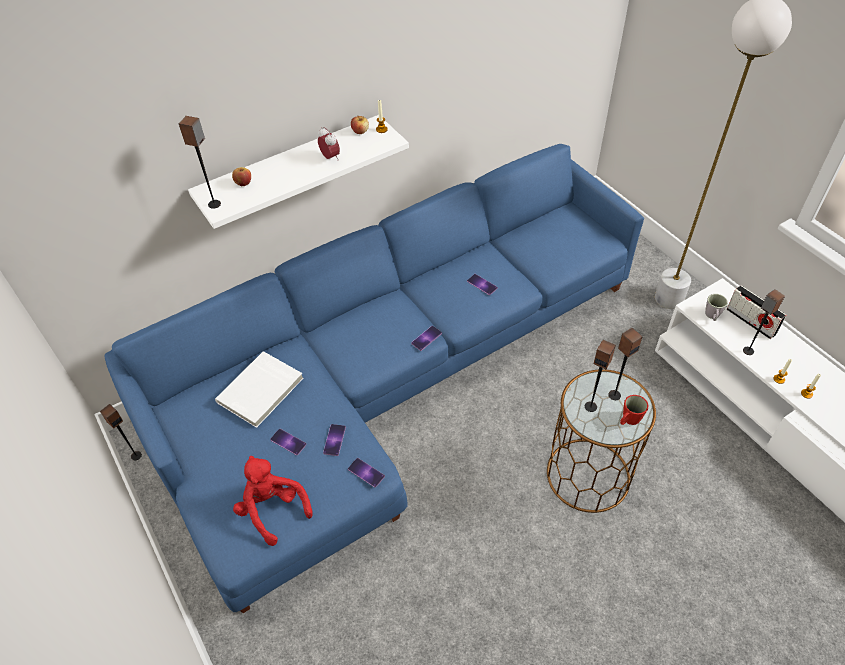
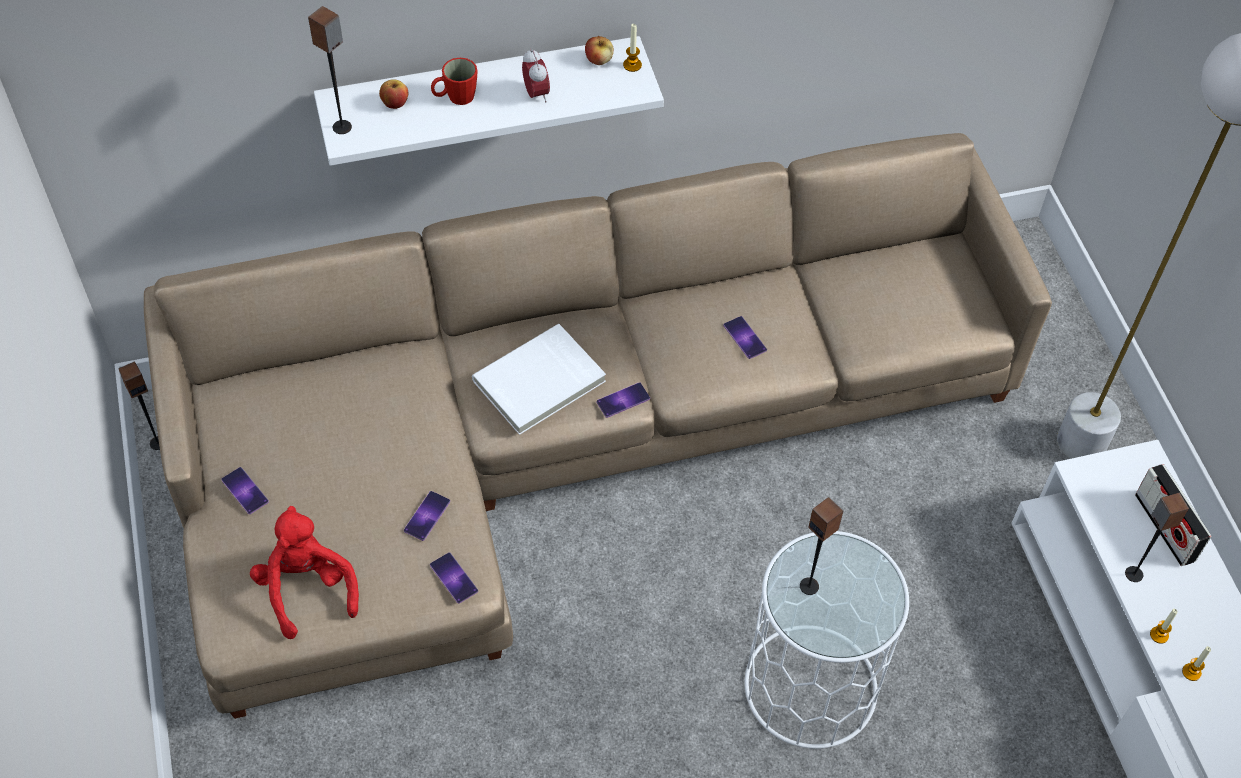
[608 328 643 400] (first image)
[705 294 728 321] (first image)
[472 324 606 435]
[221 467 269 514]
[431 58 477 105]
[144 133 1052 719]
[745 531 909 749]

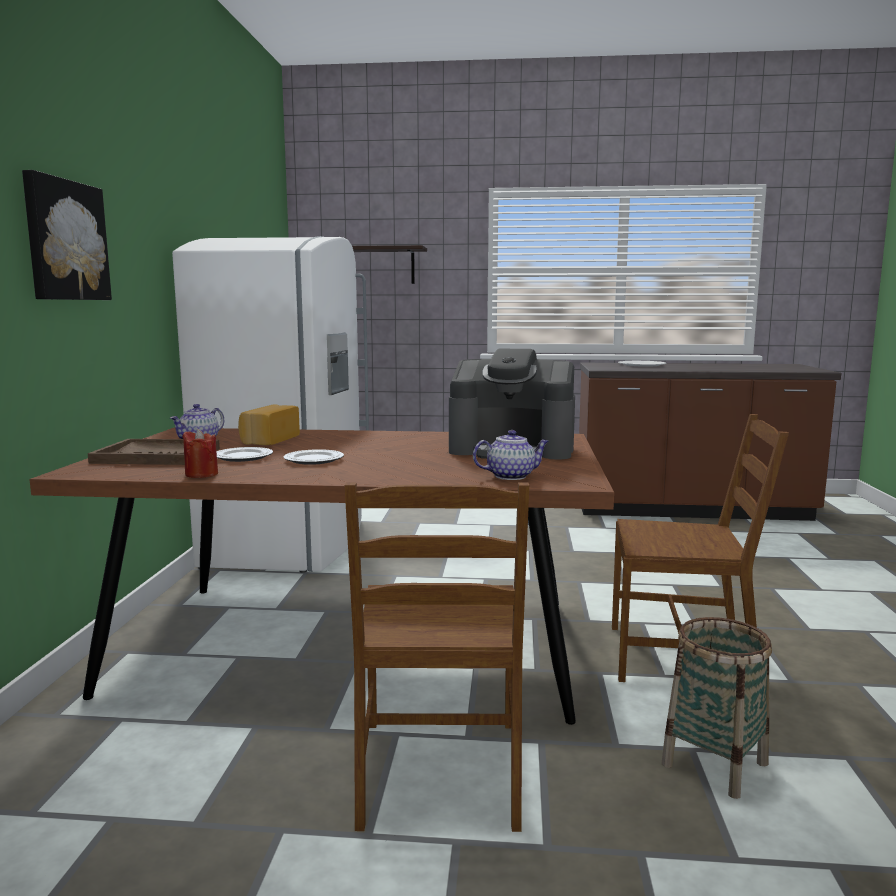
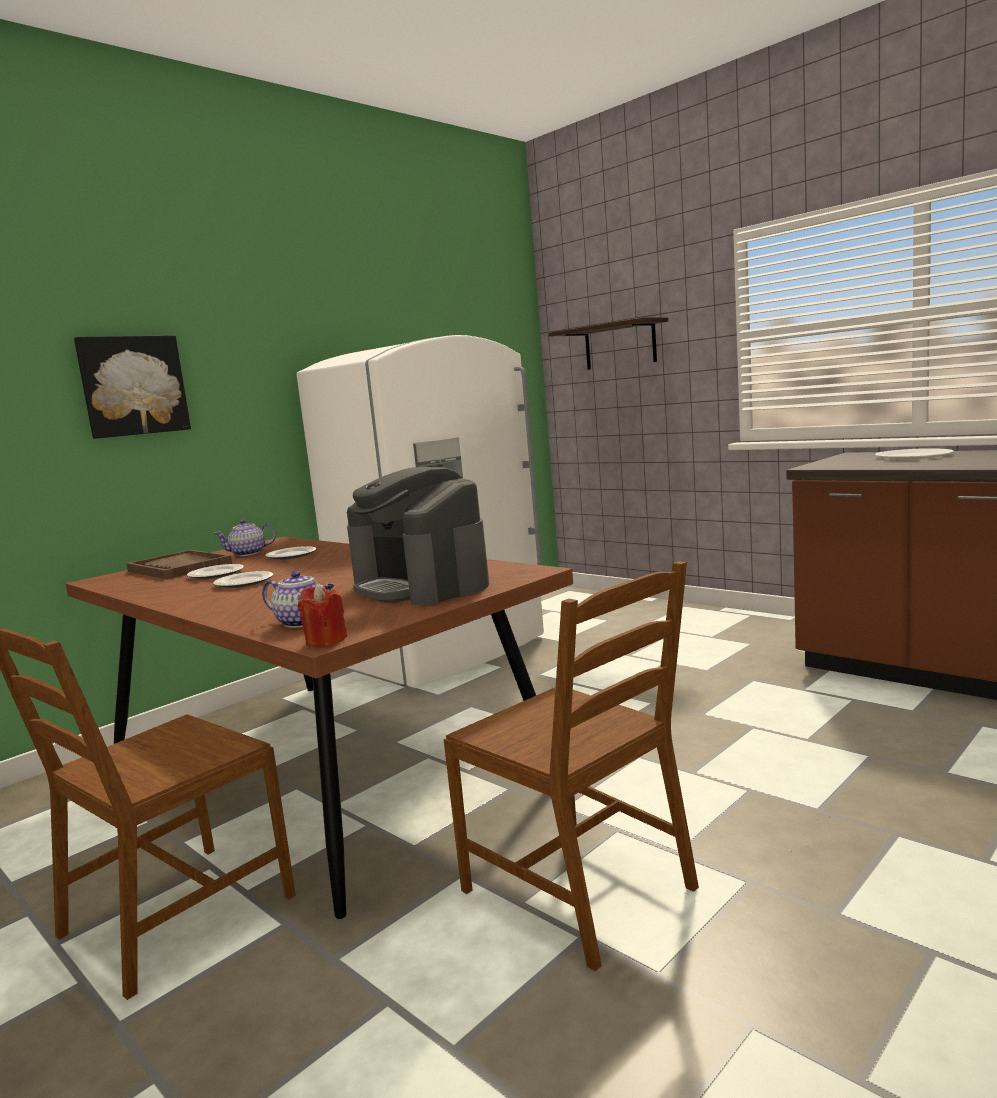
[662 617 772 799] (first image)
[298 585 347 647]
[265 546 316 560]

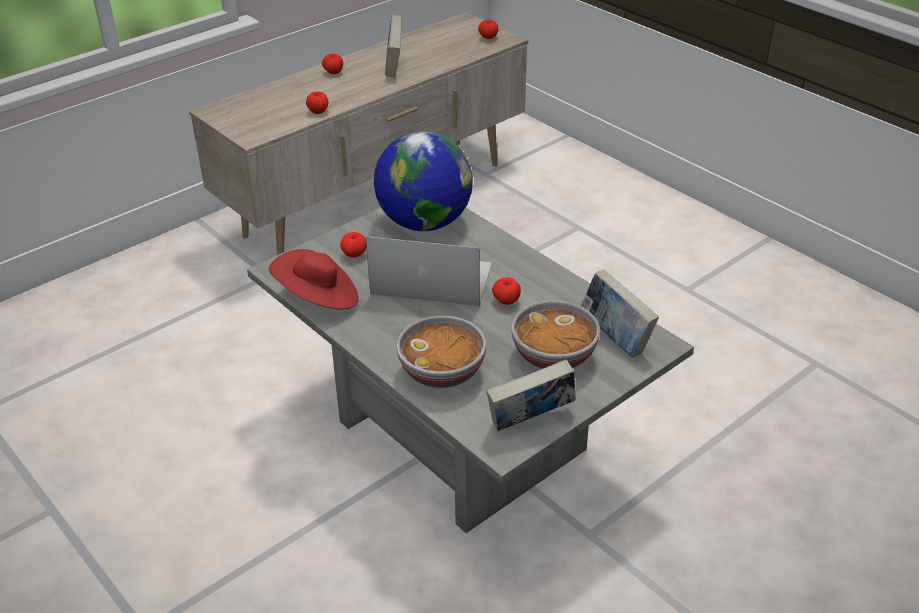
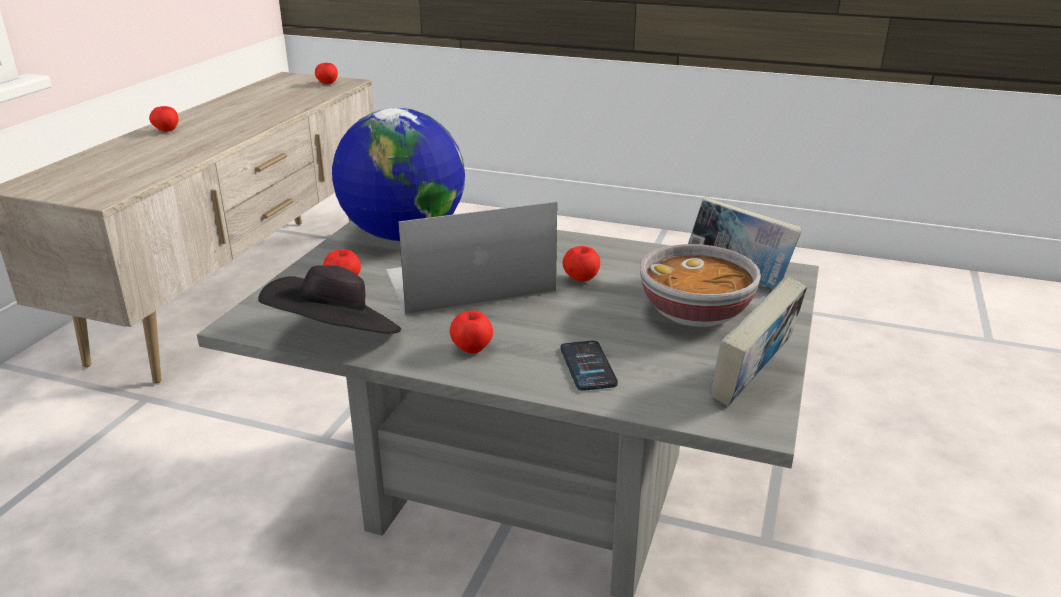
[385 15 402 77] (first image)
[449 310 493 353]
[560 341 618 391]
[258 265 401 334]

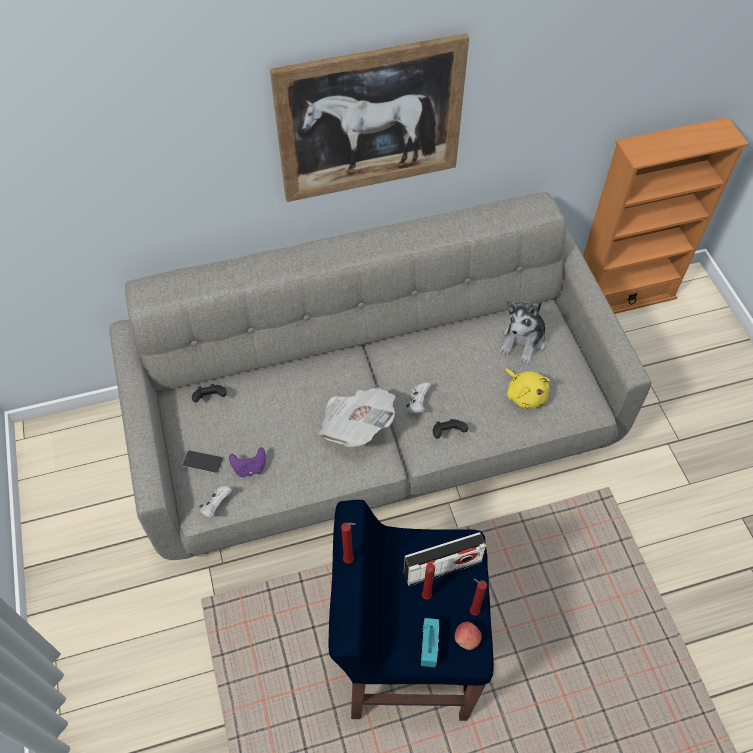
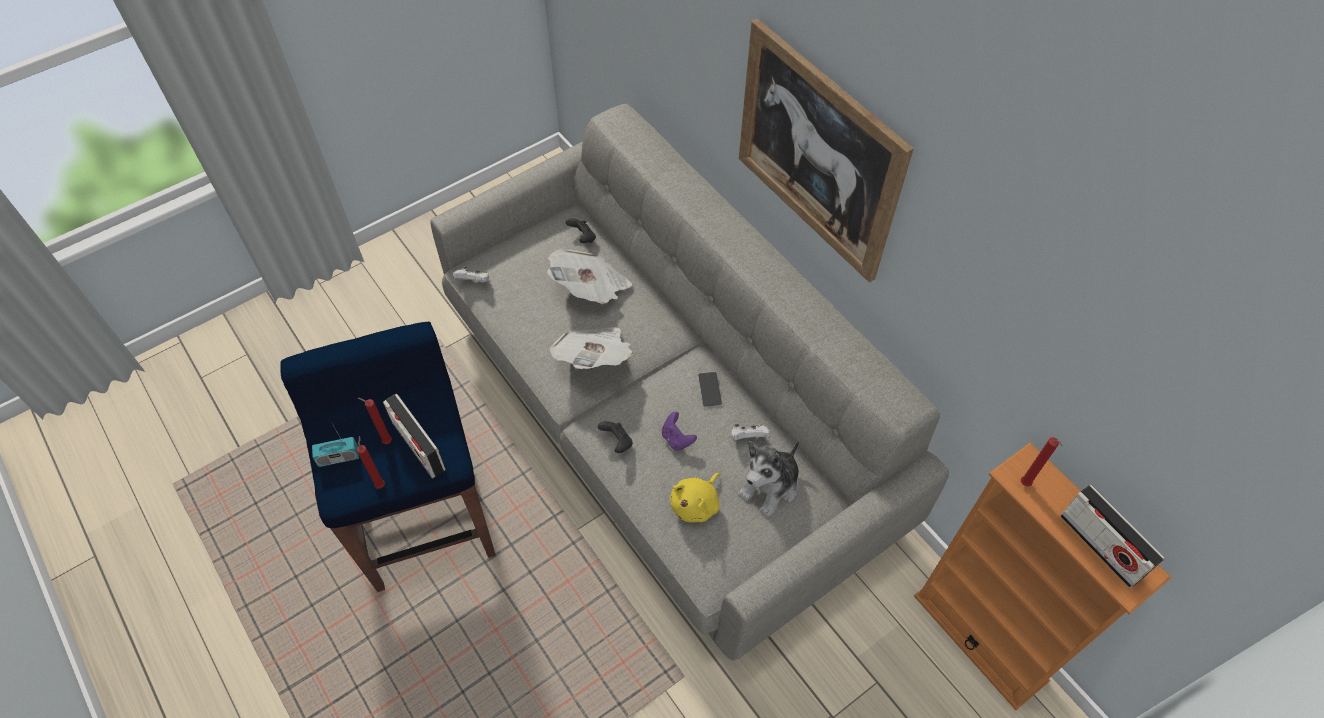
[455 622 482 650] (first image)
[547 248 632 304]
[1060 485 1165 588]
[698 372 722 407]
[662 412 697 451]
[1021 437 1063 487]
[731 424 770 441]
[738 440 800 517]

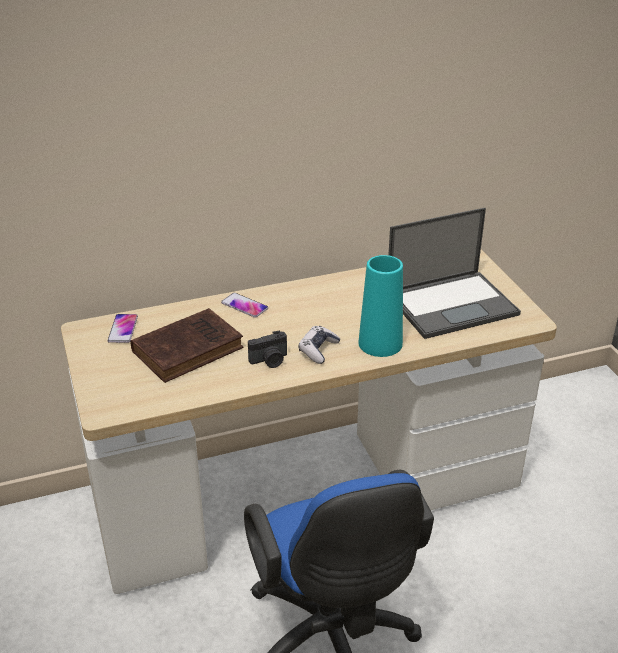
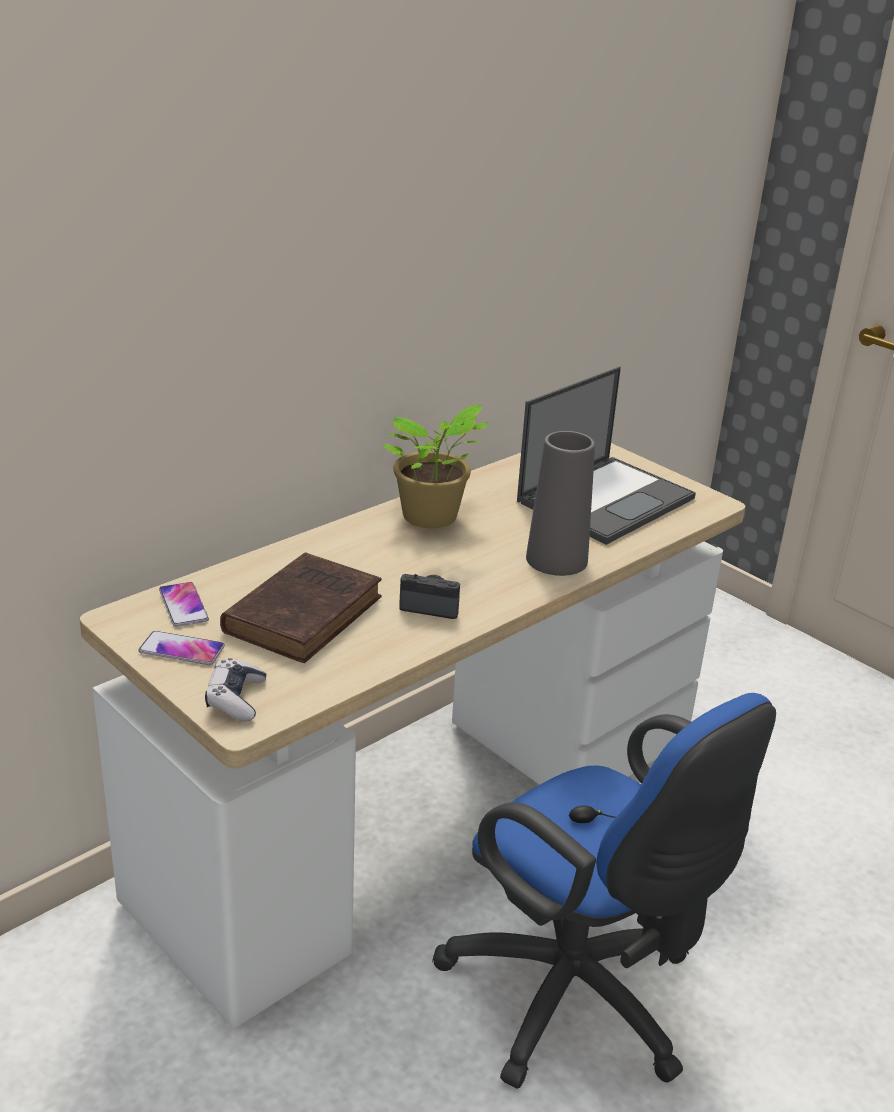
[382 404 489 528]
[139 631 225 665]
[205 658 267 721]
[526 431 595 576]
[399 574 460 619]

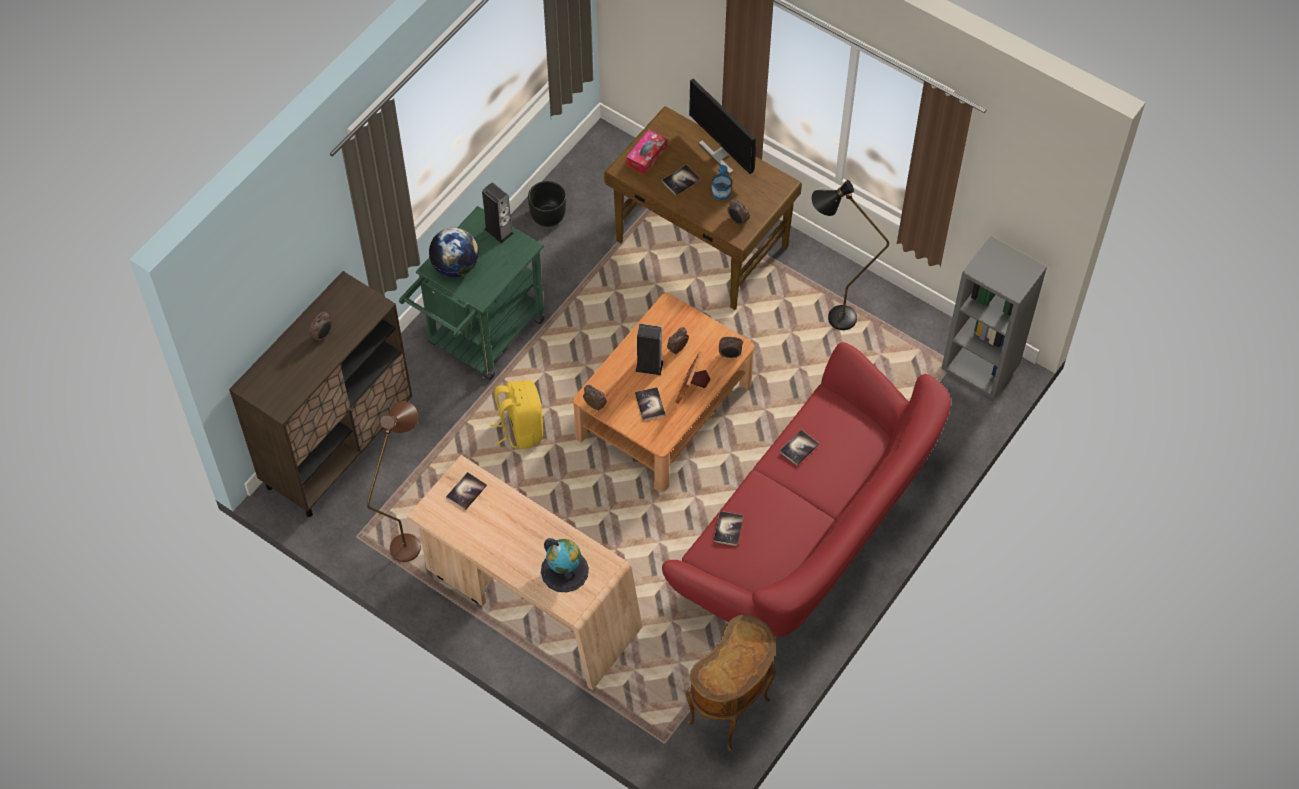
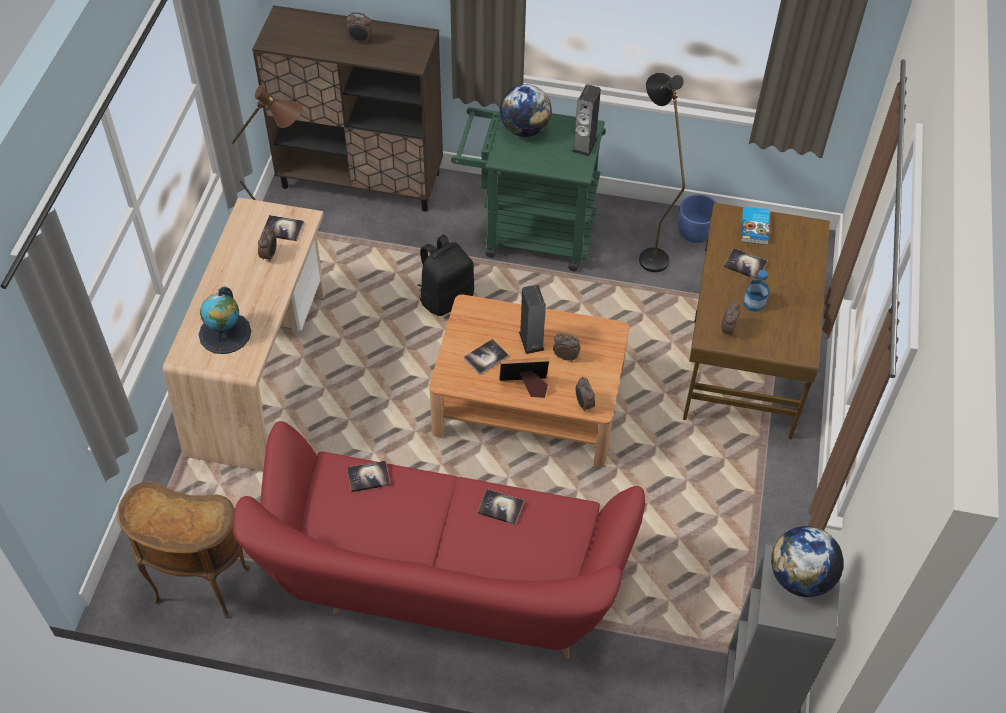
[689 78 756 174] (first image)
[771 526 844 597]
[258 226 277 262]
[639 73 685 272]
[741 206 770 245]
[418 234 474 316]
[678 194 717 243]

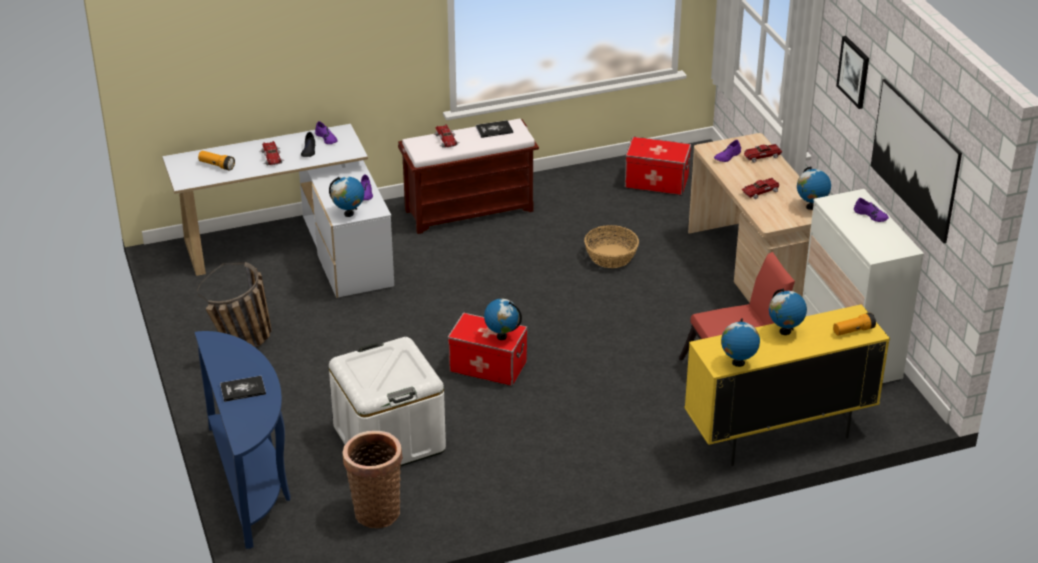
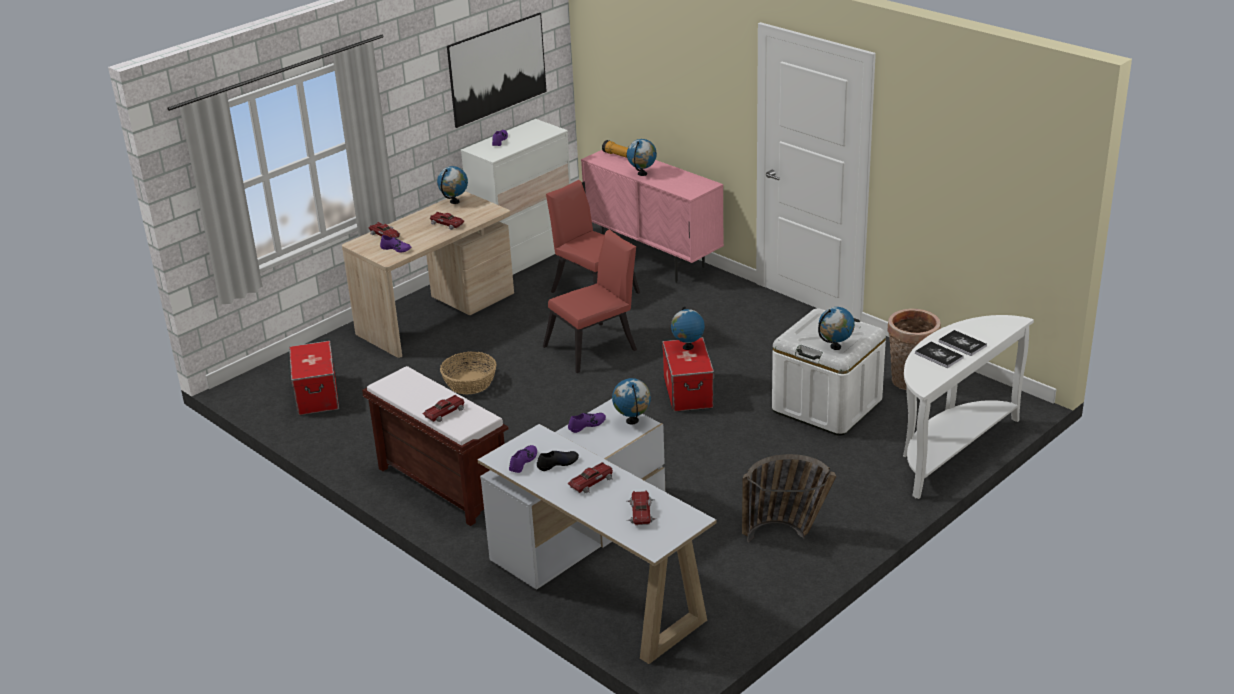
[836 36 869 109] (first image)
[543 229 637 373]
[915 342 964 368]
[818 307 855 350]
[627 490 656 525]
[903 315 1034 499]
[581 150 724 283]

